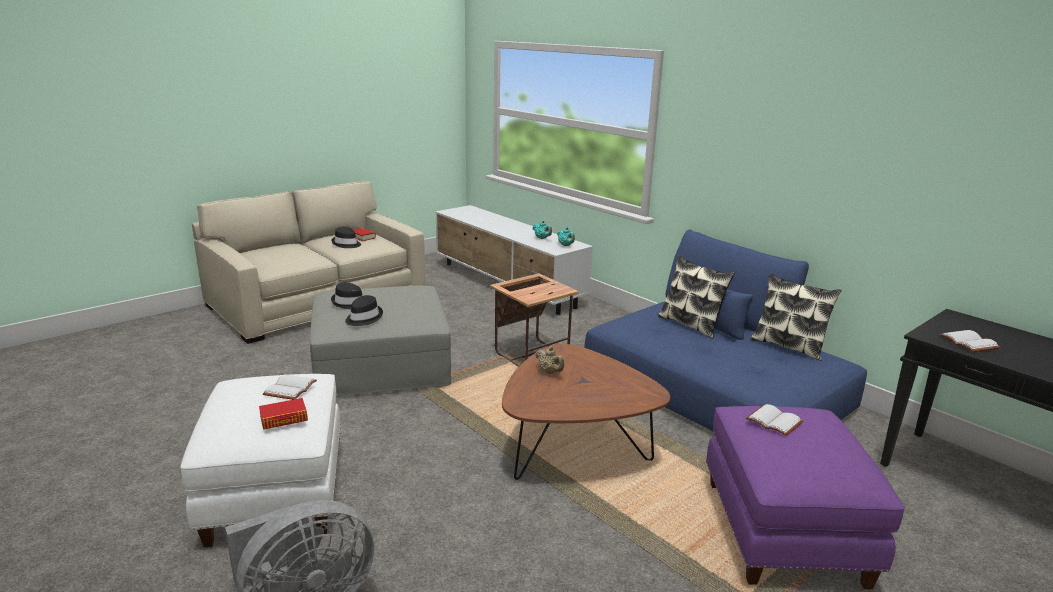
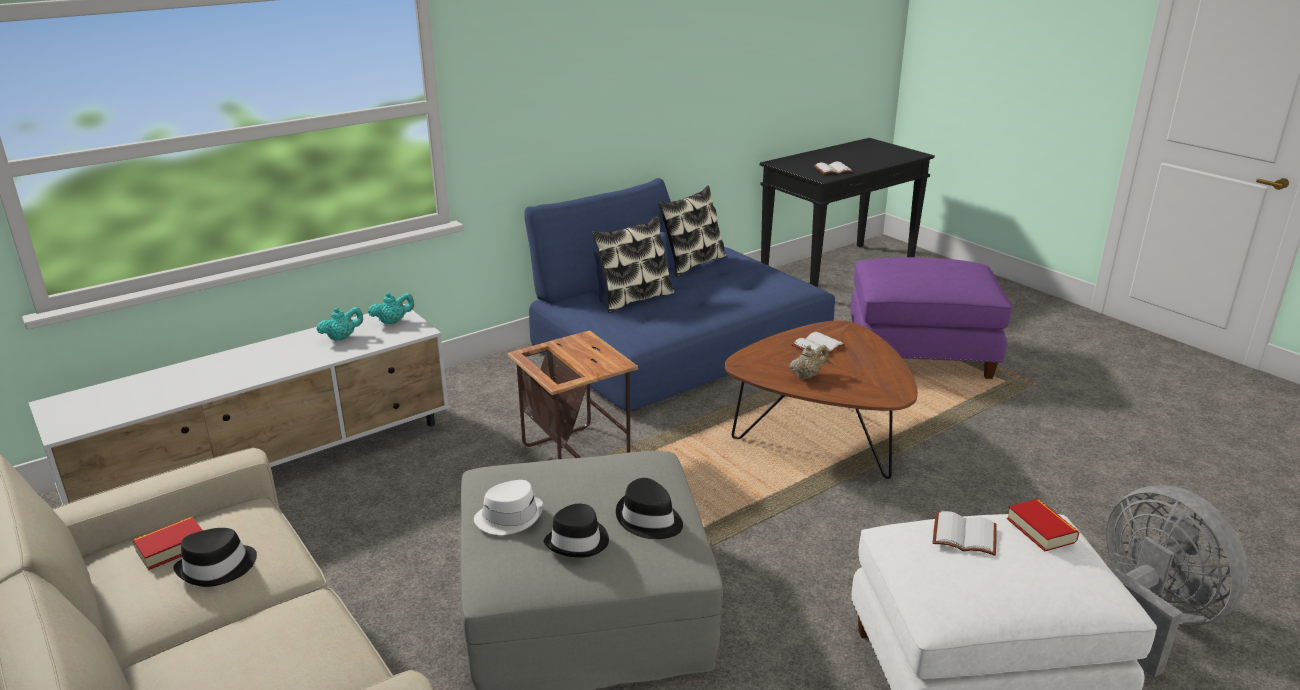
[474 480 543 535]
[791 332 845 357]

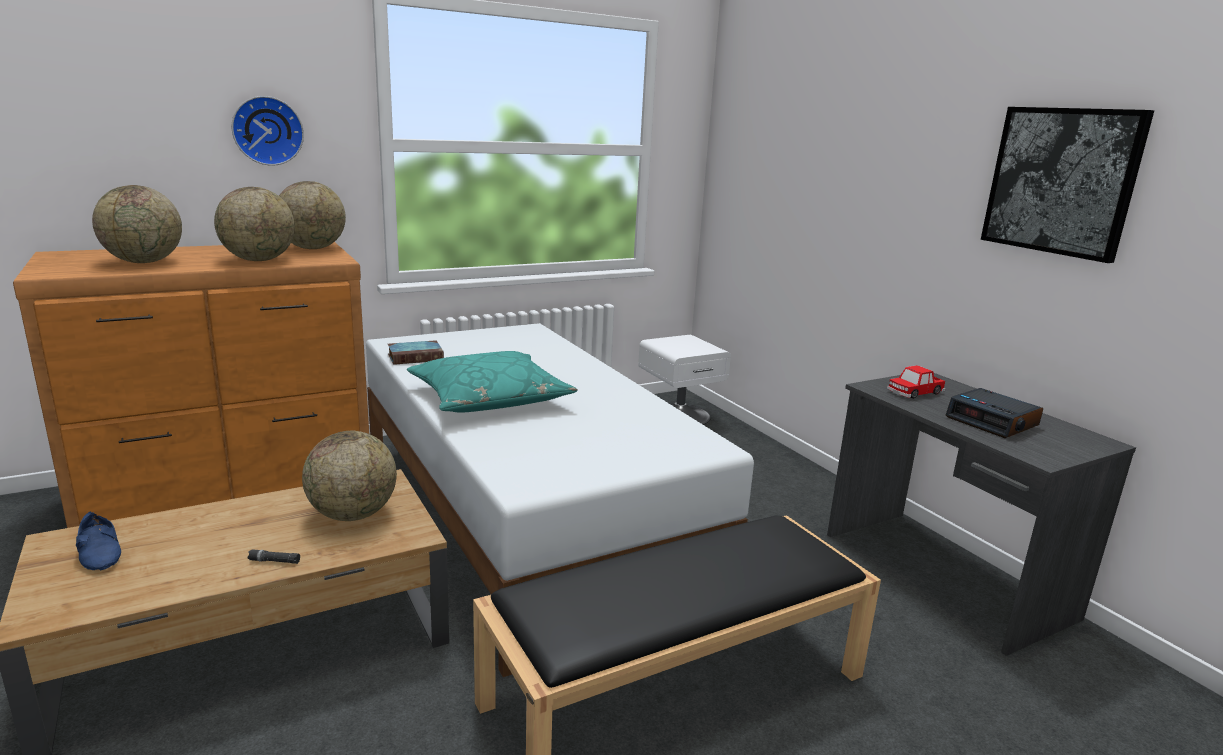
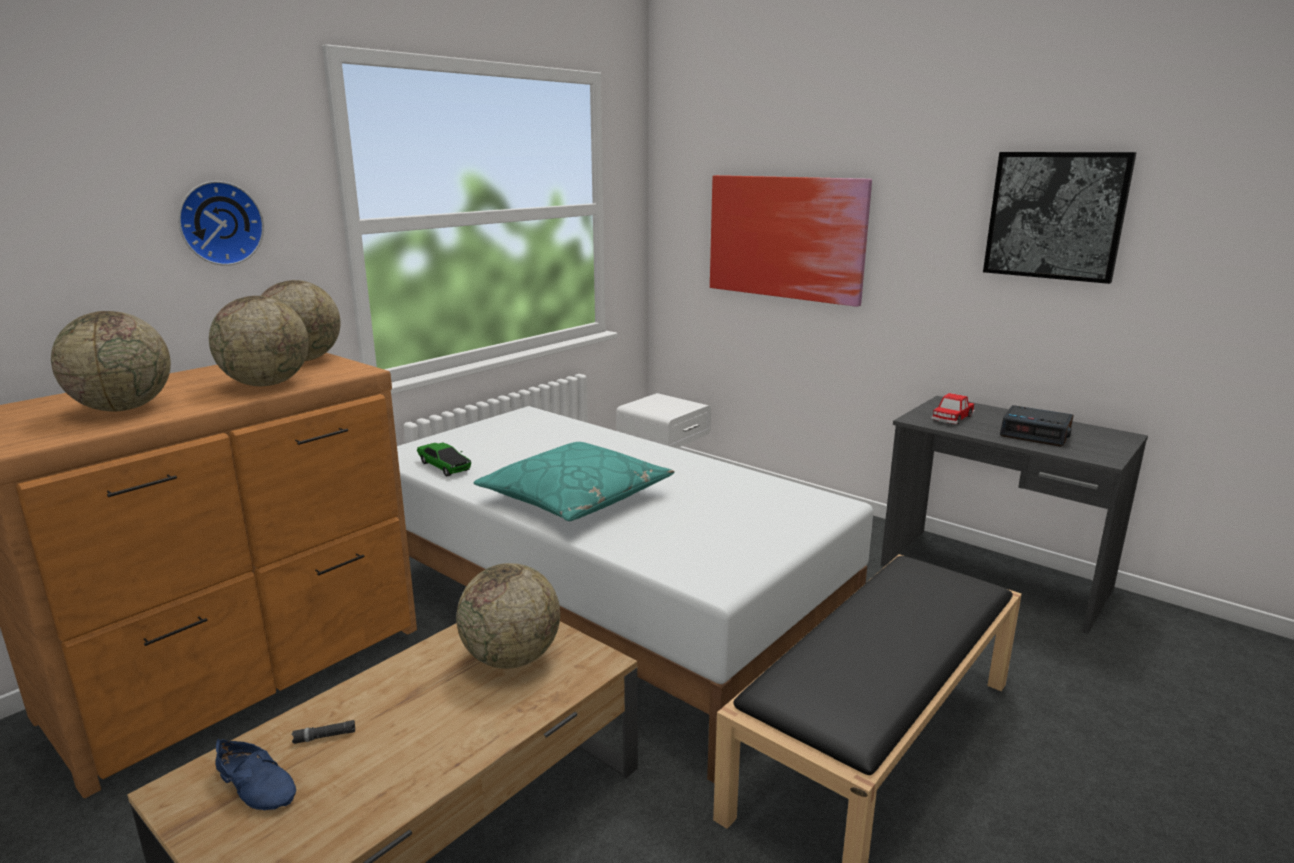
[710 175 872 307]
[292 720 355 744]
[417 442 471 476]

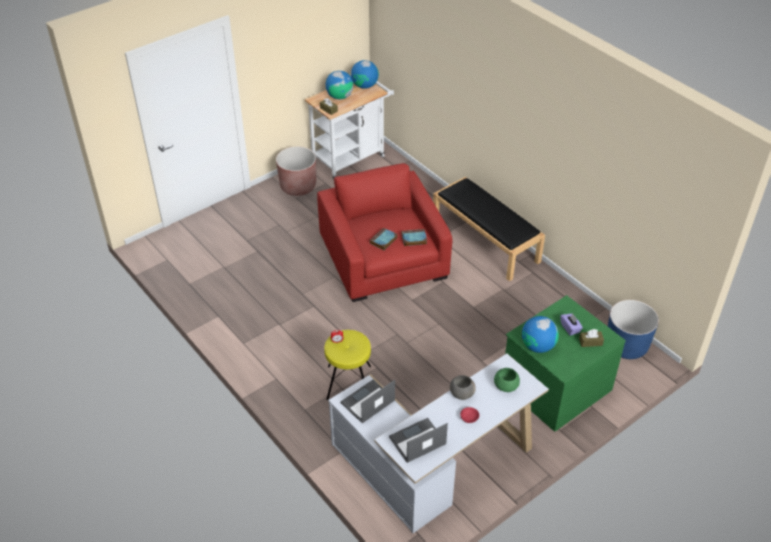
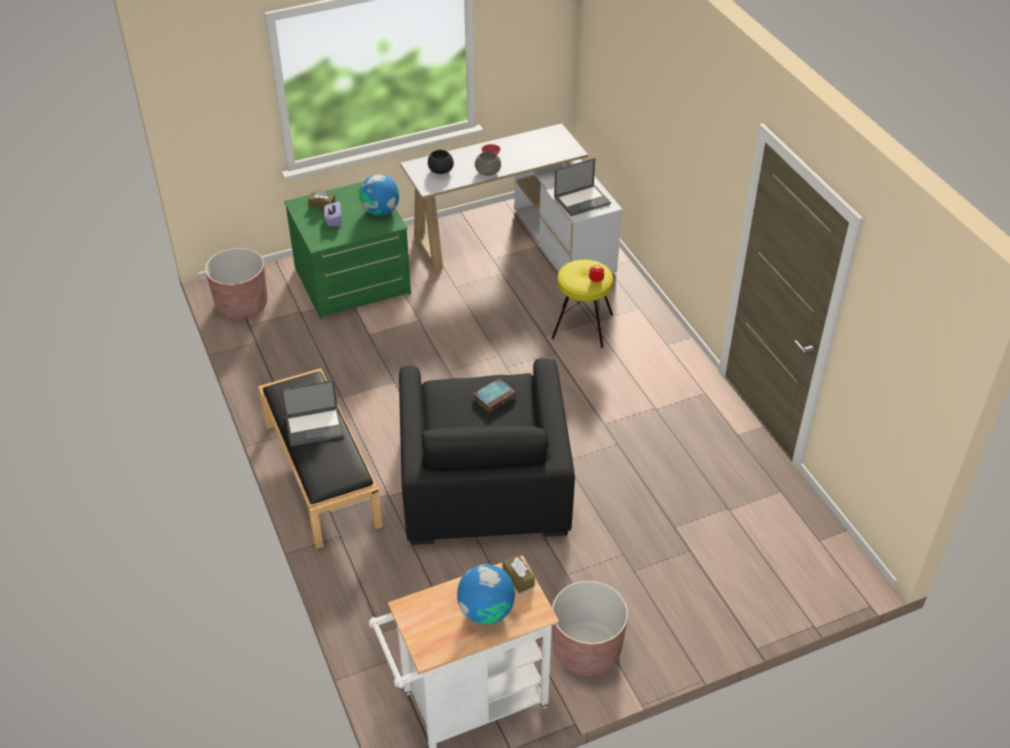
[351 60 379 89] (first image)
[402 229 427 246] (first image)
[280 380 344 446]
[399 358 575 545]
[428 150 454 174]
[205 248 268 320]

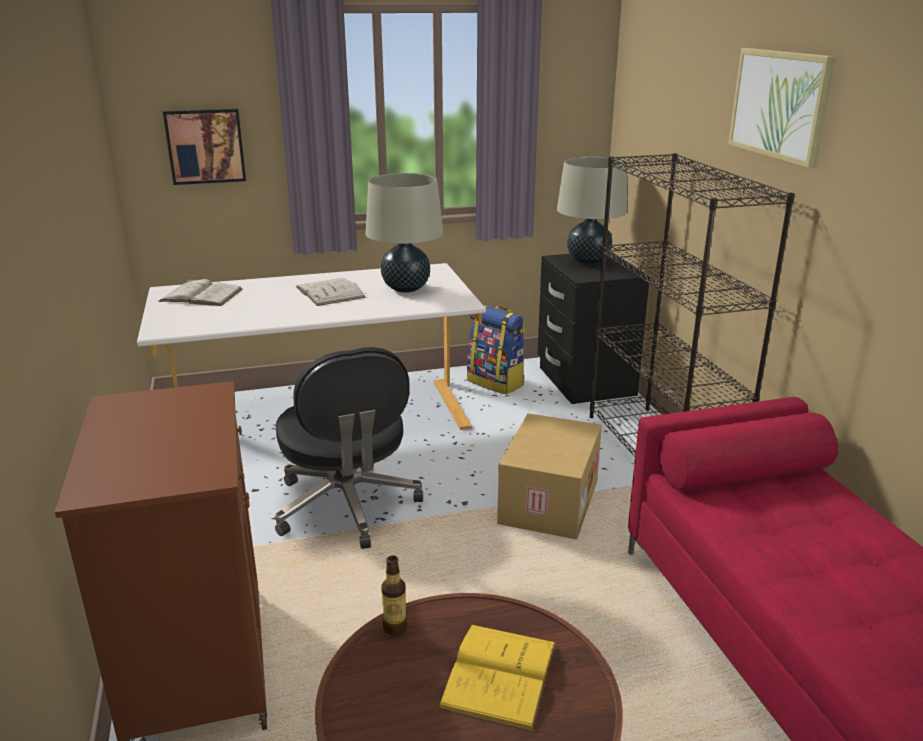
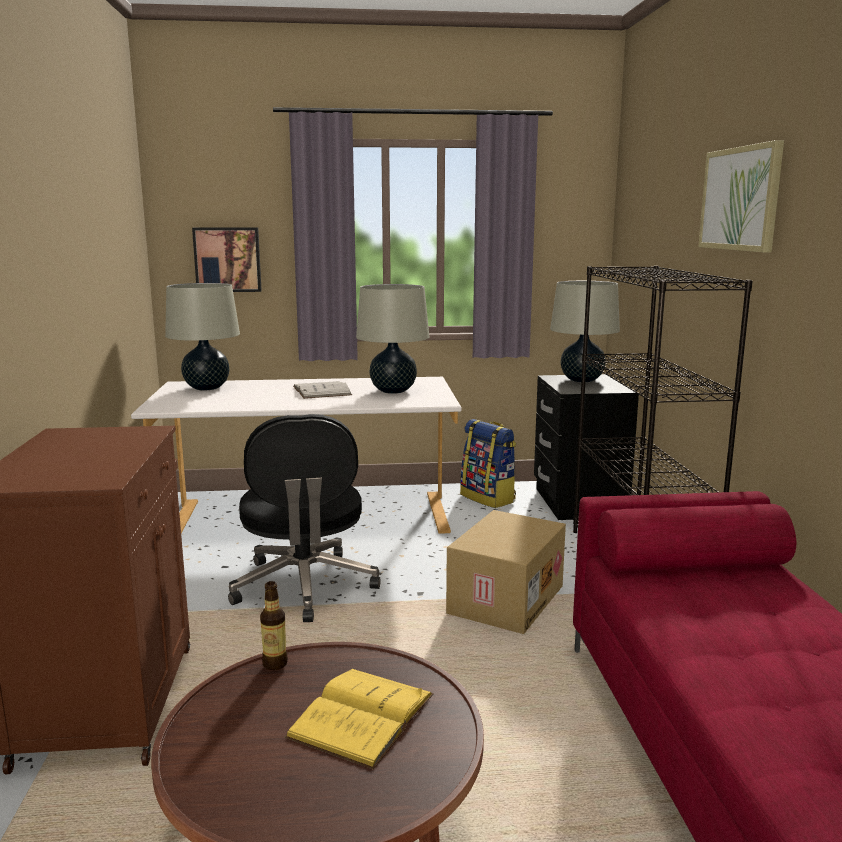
[165 283 240 390]

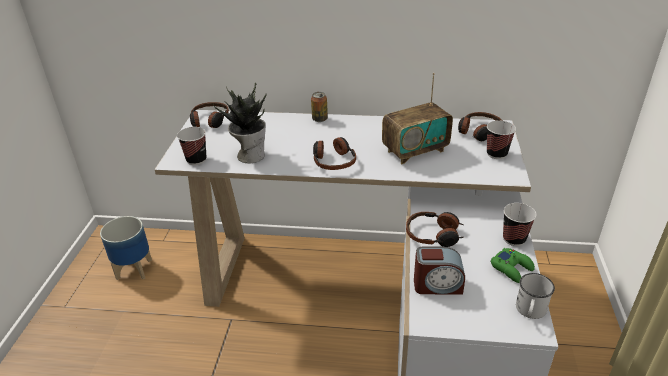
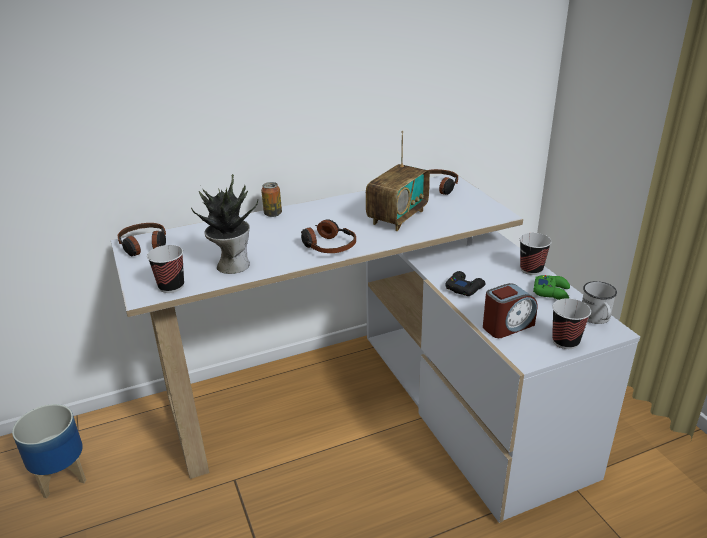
[552 298 591 349]
[445 271 486 296]

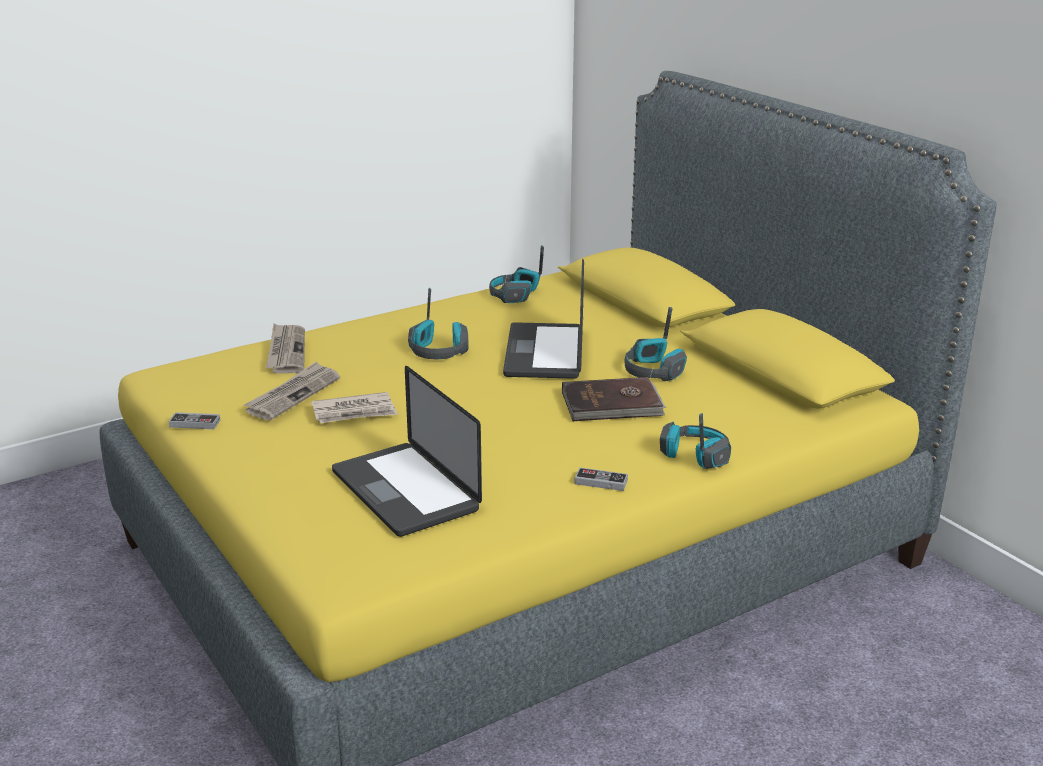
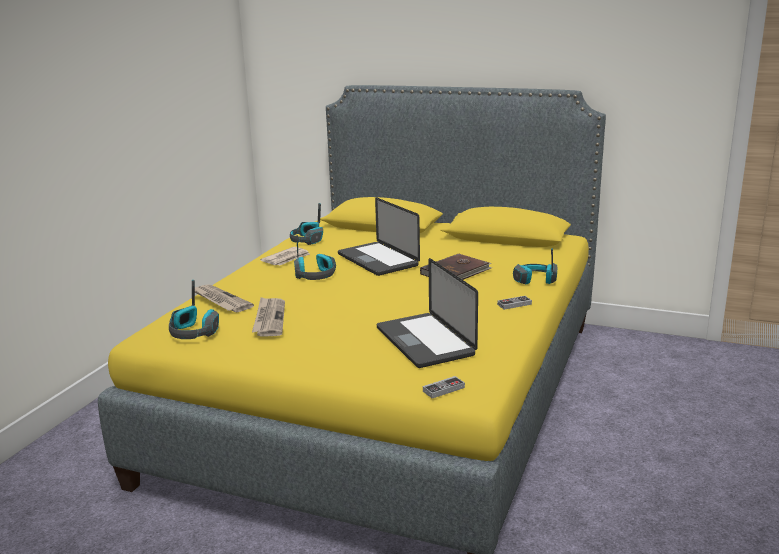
[423 376 465 398]
[260 247 310 265]
[169 280 219 339]
[377 258 478 368]

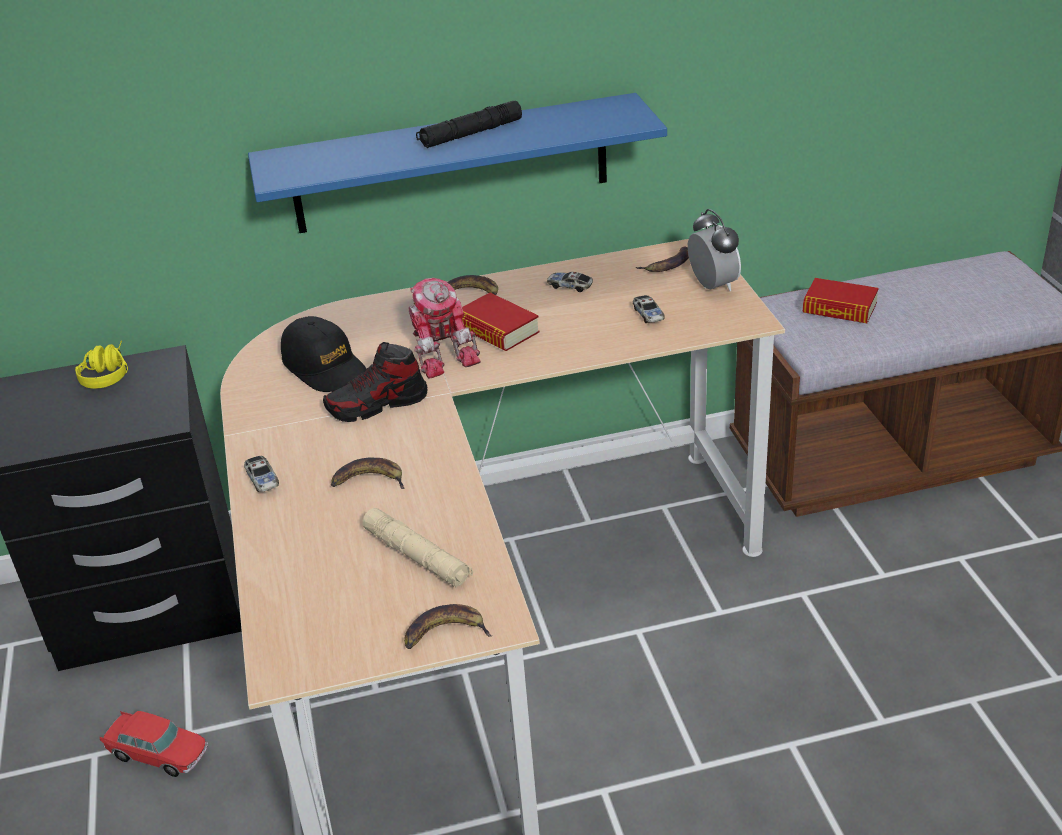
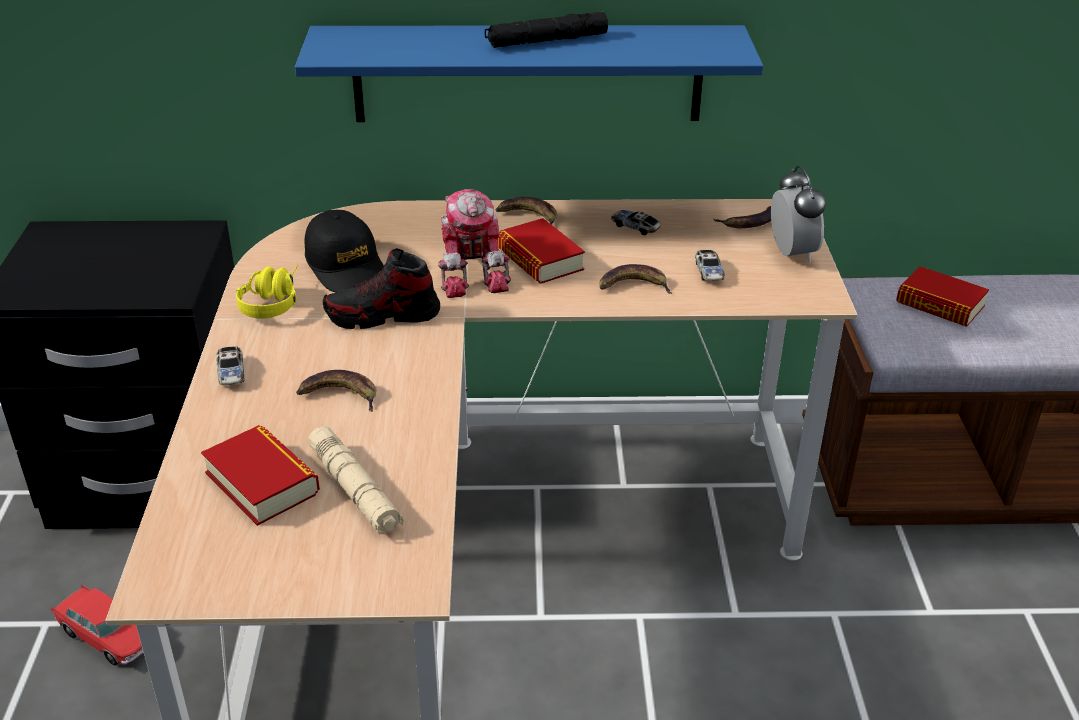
[201 425 320 526]
[236 265 298 319]
[599 264 672 294]

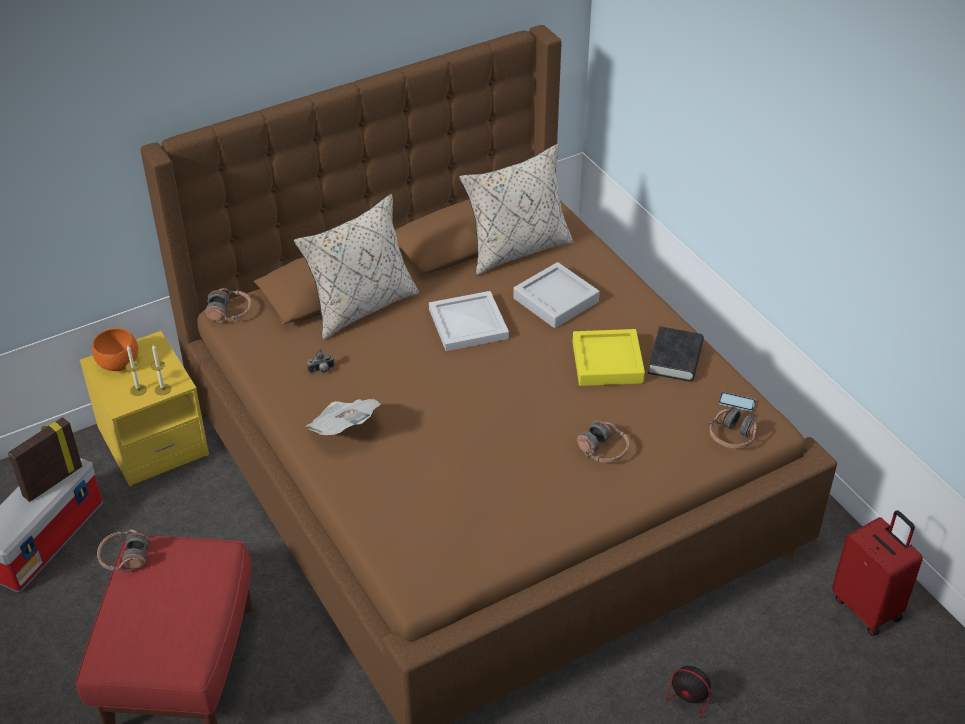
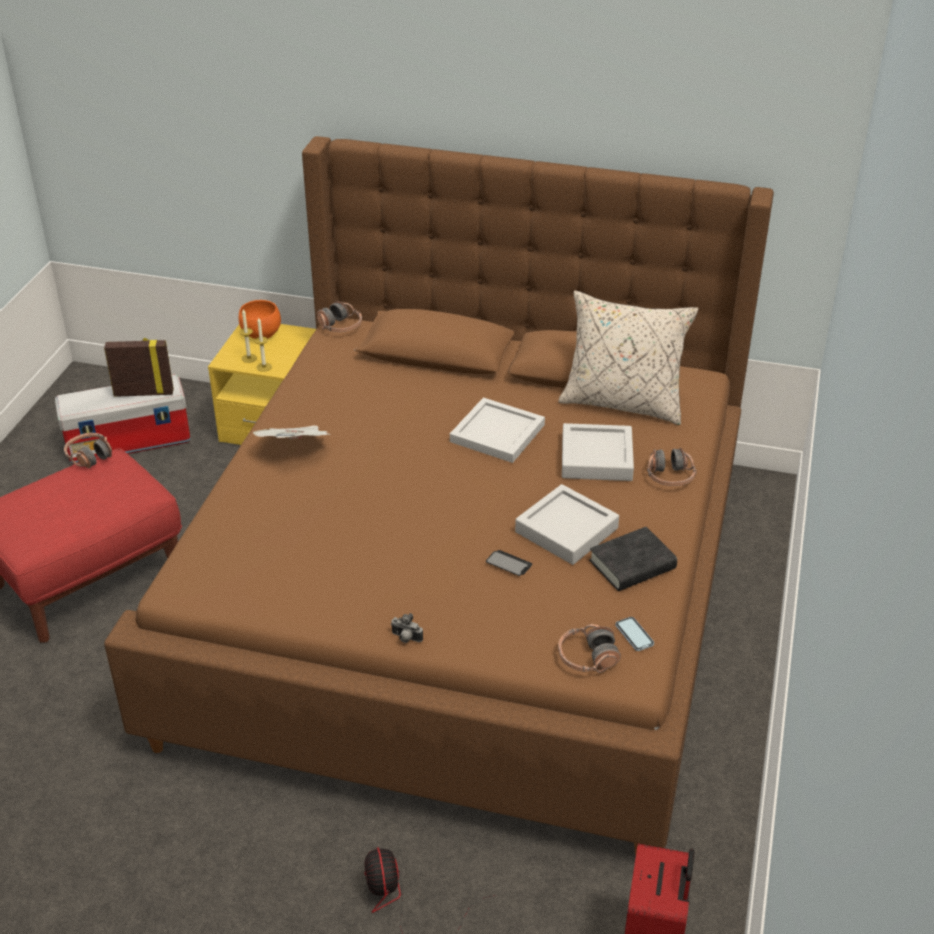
[294 194 419 340] (first image)
[486 550 532 576]
[391 613 423 643]
[647 448 696 486]
[515 484 619 565]

